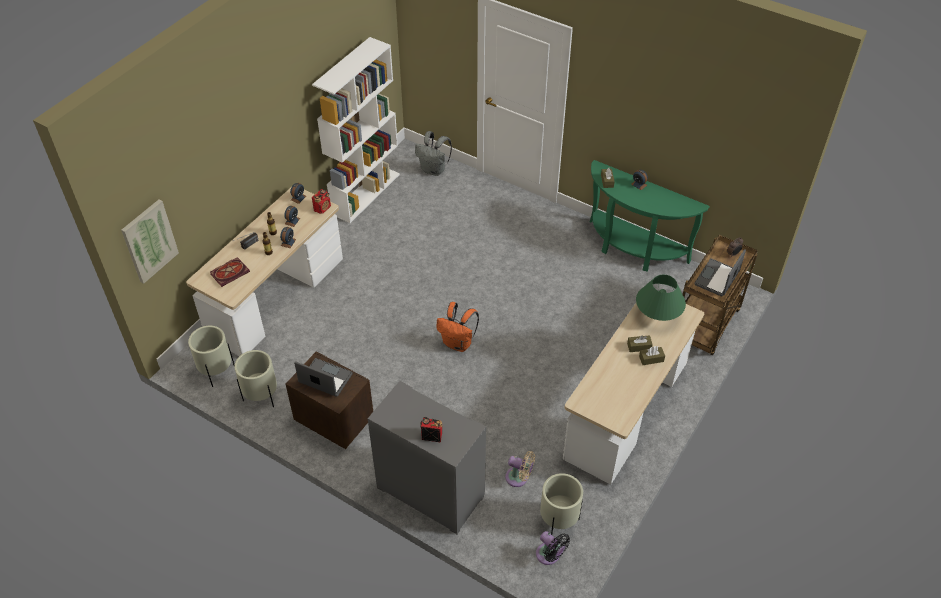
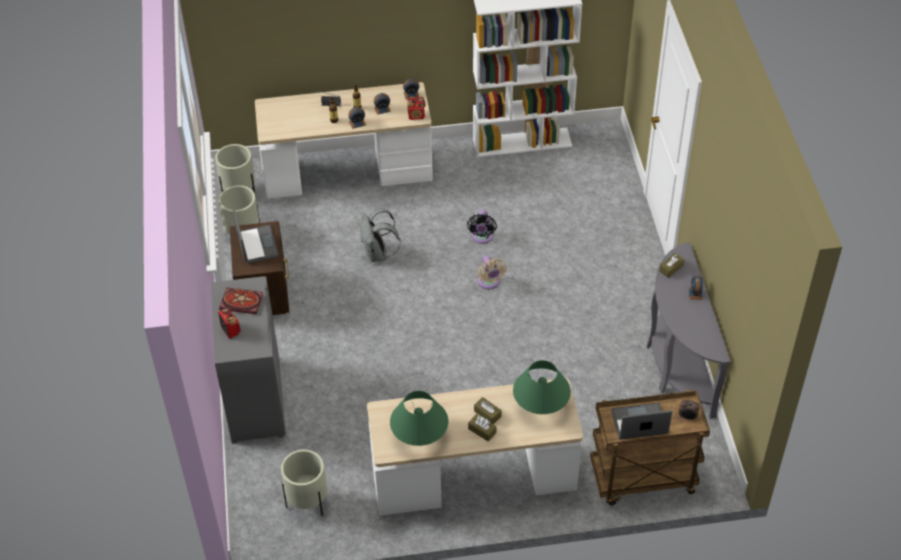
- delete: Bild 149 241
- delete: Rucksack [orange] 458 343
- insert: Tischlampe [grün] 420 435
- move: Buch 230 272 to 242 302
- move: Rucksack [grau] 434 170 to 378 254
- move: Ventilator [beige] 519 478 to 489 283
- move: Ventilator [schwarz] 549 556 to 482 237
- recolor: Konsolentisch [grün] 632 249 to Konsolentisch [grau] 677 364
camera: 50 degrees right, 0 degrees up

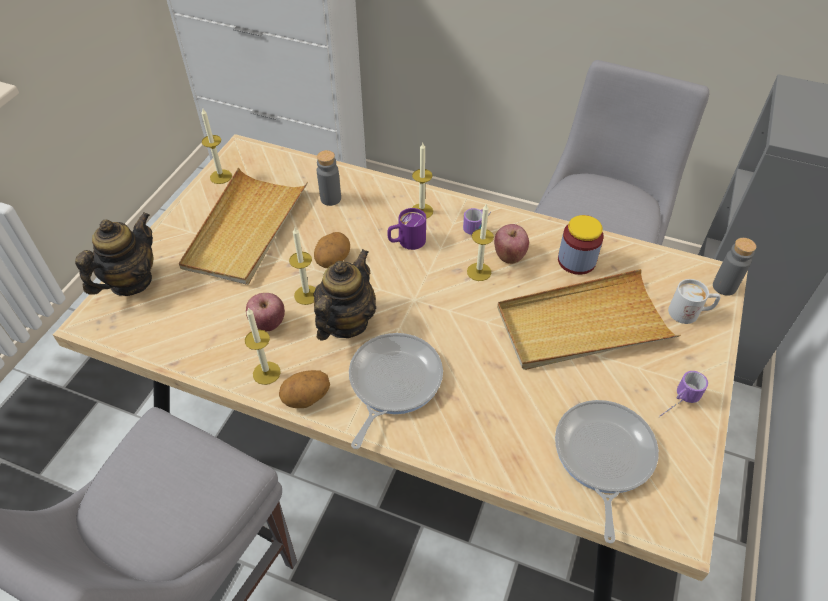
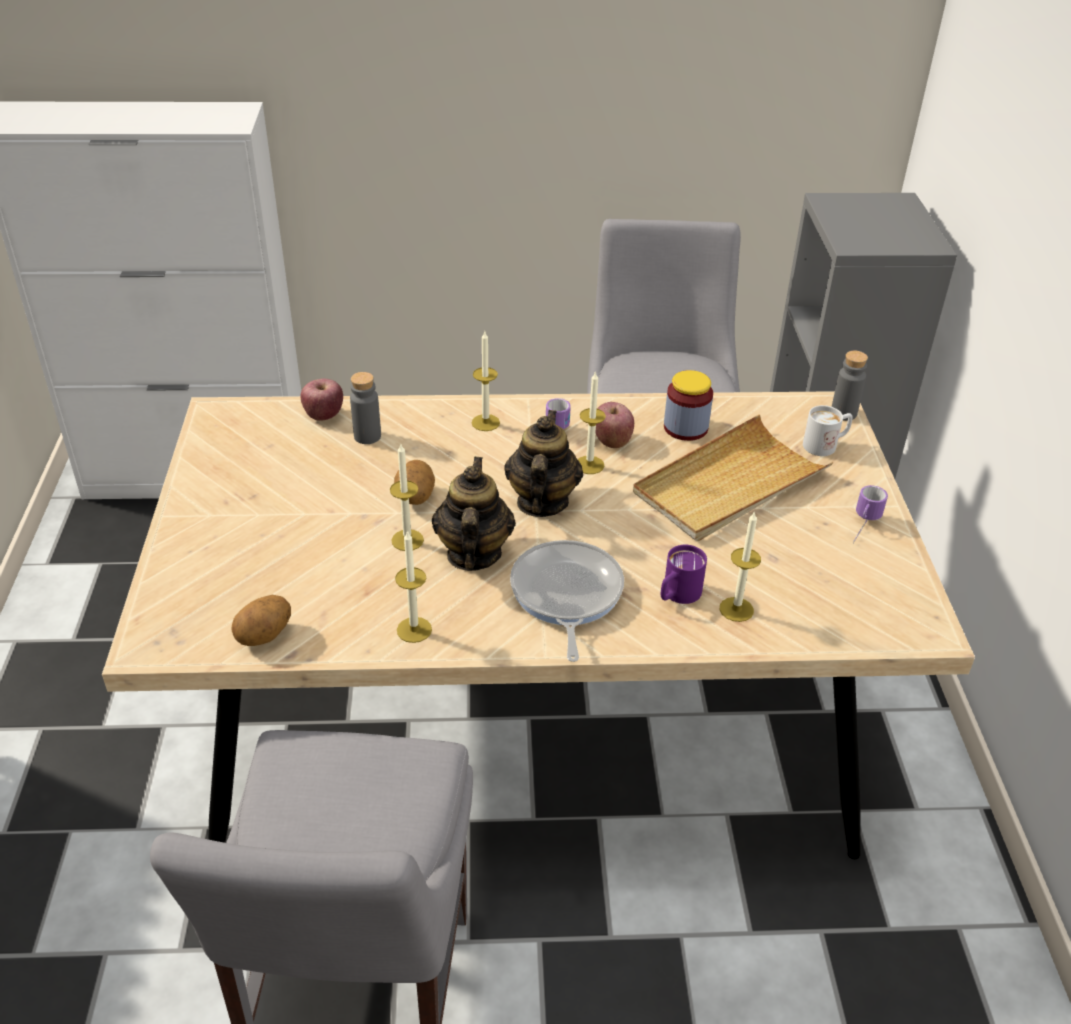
- delete: Tablett [beige] 245 229
- delete: Pfanne 602 457
- move: Teekanne 131 281 to 541 502
- move: Kerze 221 176 to 736 609
- move: Apfel 268 323 to 324 415
- move: Kartoffel 306 399 to 265 636
- move: Henkelbecher [lila] 406 242 to 677 595
camera: 25 degrees left, 10 degrees down

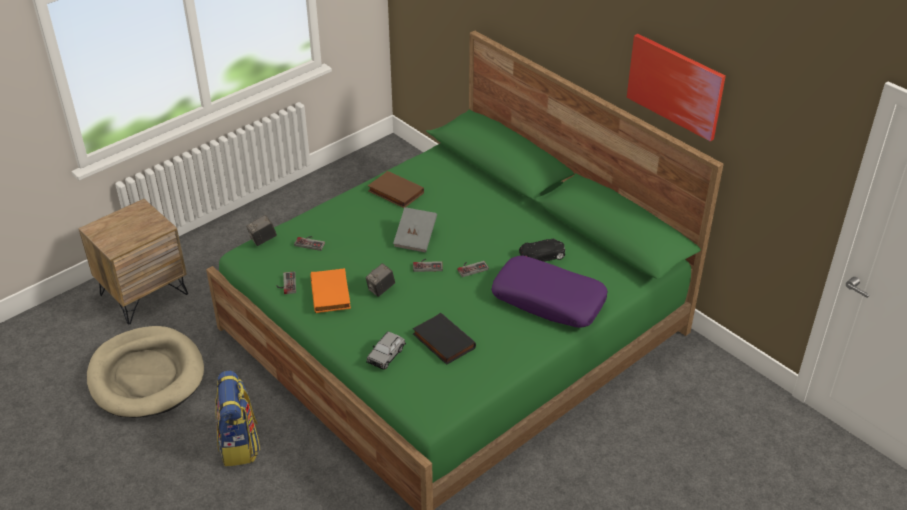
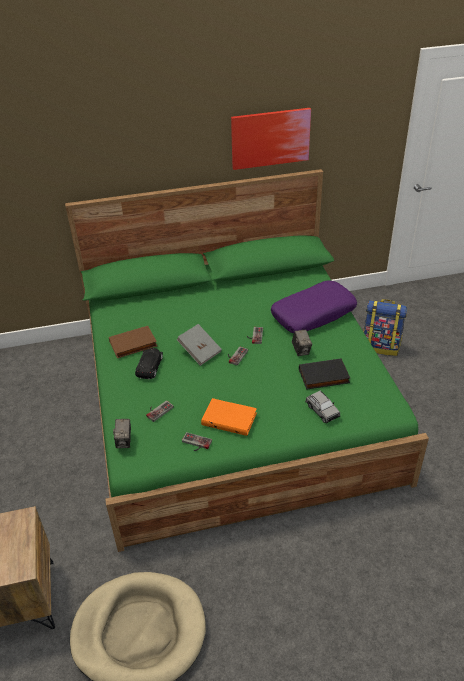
- move: Rucksack 239 444 to 381 346
- move: Kamera 381 289 to 301 350
- move: Spielzeugauto [schwarz] 542 256 to 150 366
camera: 60 degrees left, 0 degrees up

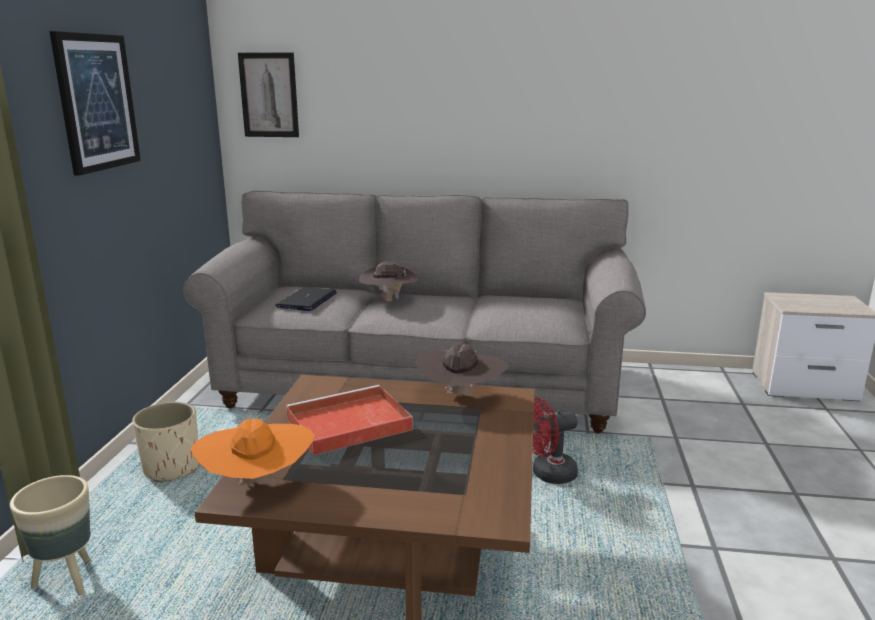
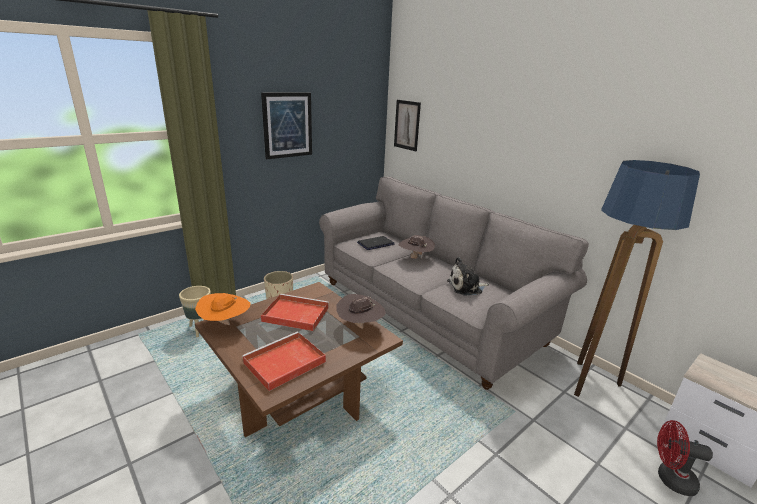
- insert: Tablett [rot] 283 363
- insert: Plüschtier 466 287
- insert: Stehlampe 589 383
- move: Ventilator [rot] 548 474 to 670 479
camera: 40 degrees right, 5 degrees up

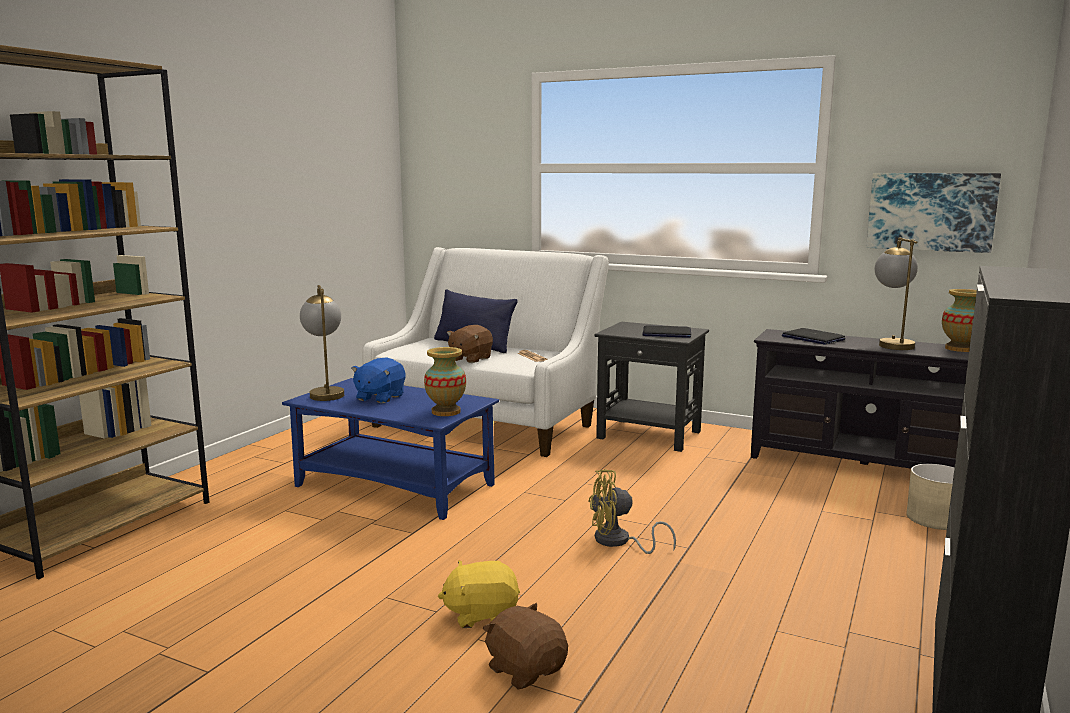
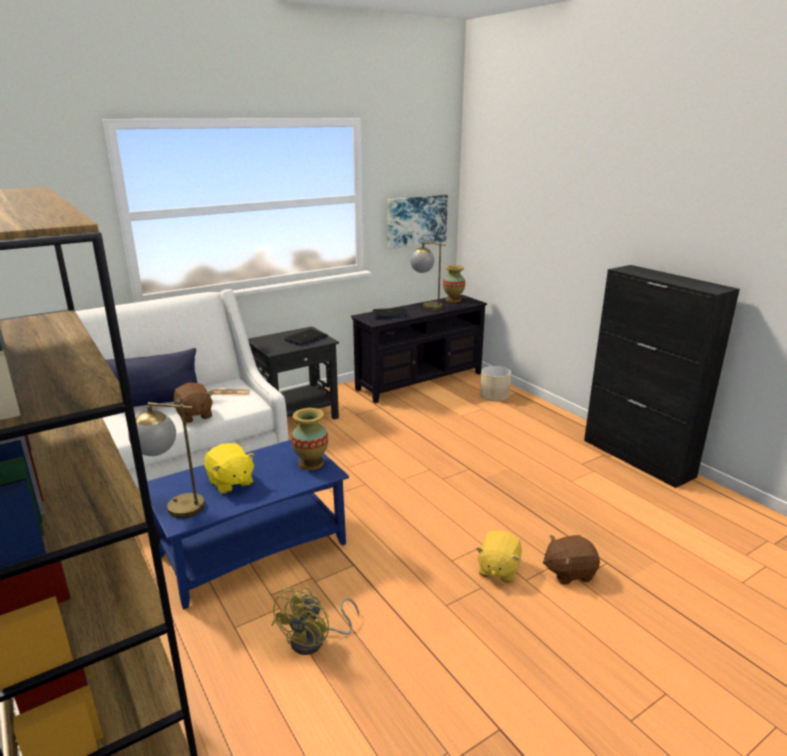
- move: Ventilator [gelb] 618 542 to 315 640
- recolor: Plüschtier [blau] 379 397 to Plüschtier [gelb] 230 482
camera: 60 degrees left, 10 degrees up

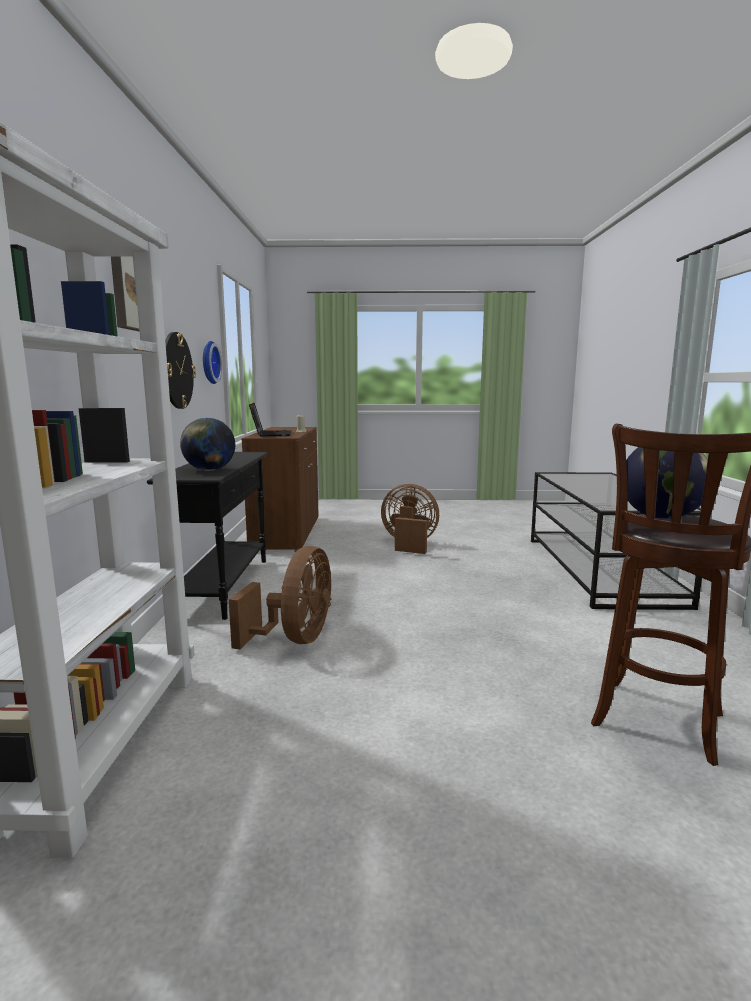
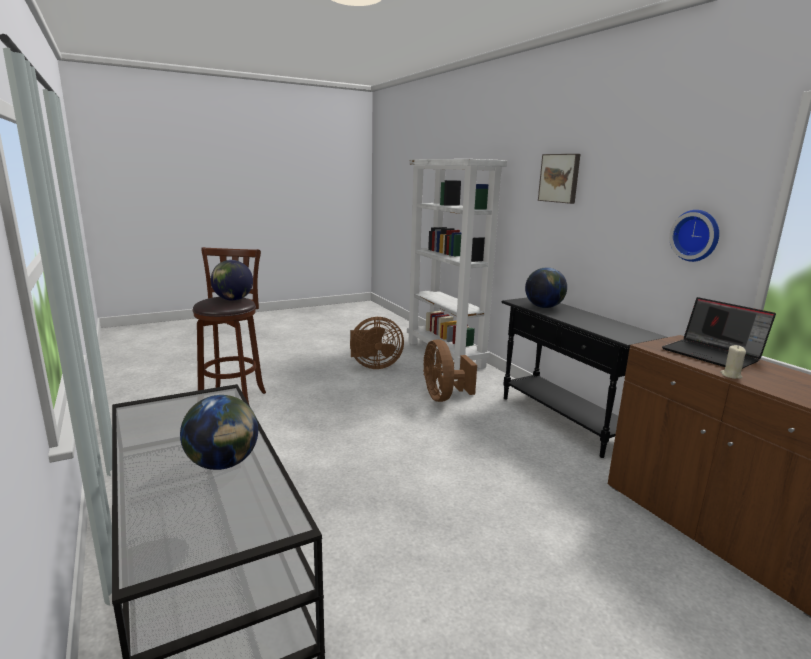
- delete: Wanduhr 176 371
- insert: Globus 223 464
- move: Ventilator [braun] 409 544 to 374 366
camera: 150 degrees right, 5 degrees up

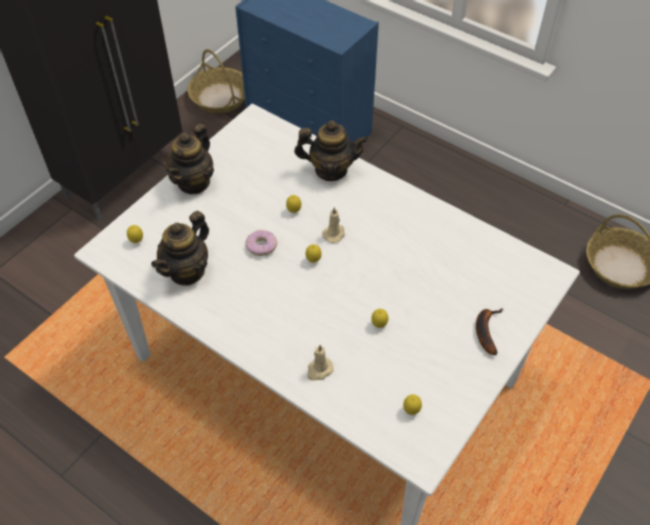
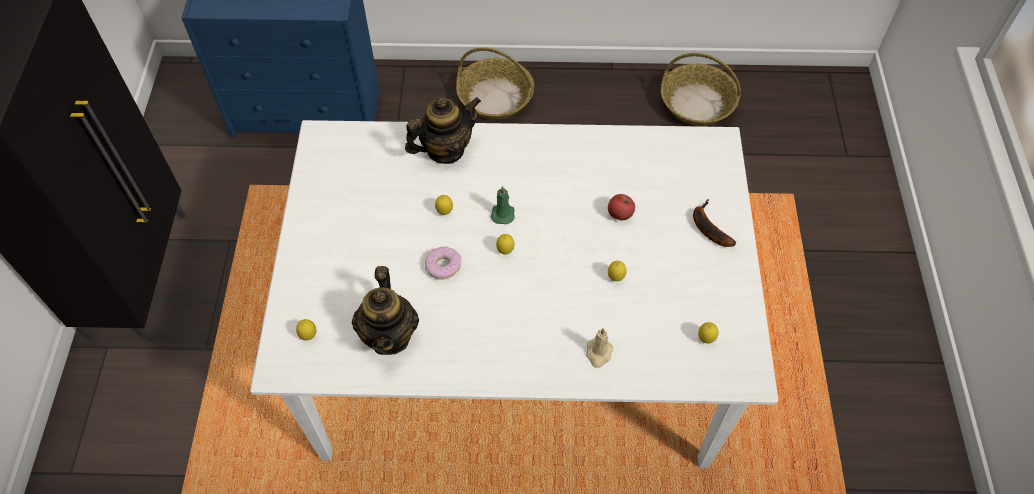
- delete: Teekanne 194 182
- insert: Apfel 620 214
- move: Korb 220 97 to 496 97
- recolor: Kerze [beige] 334 234 to Kerze [grün] 503 213
camera: 35 degrees left, 5 degrees up

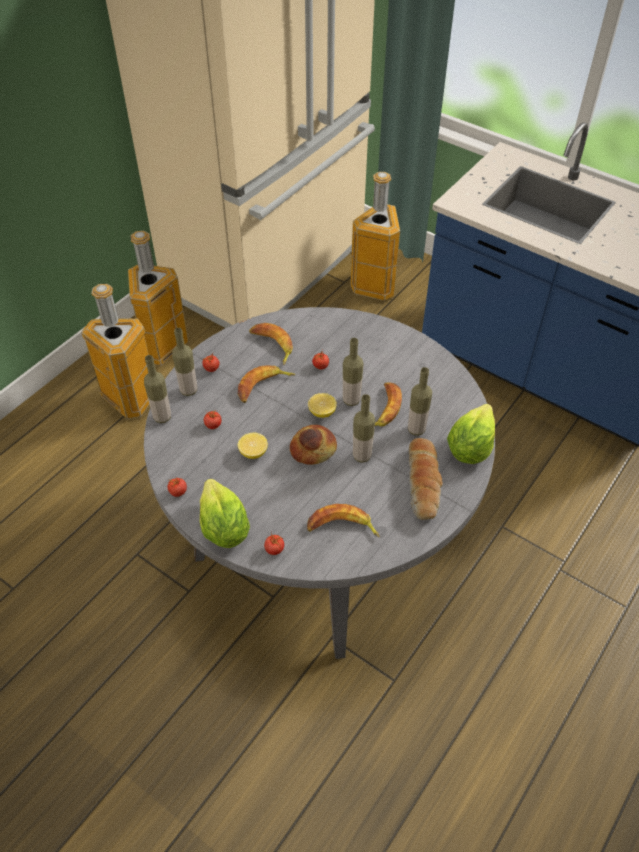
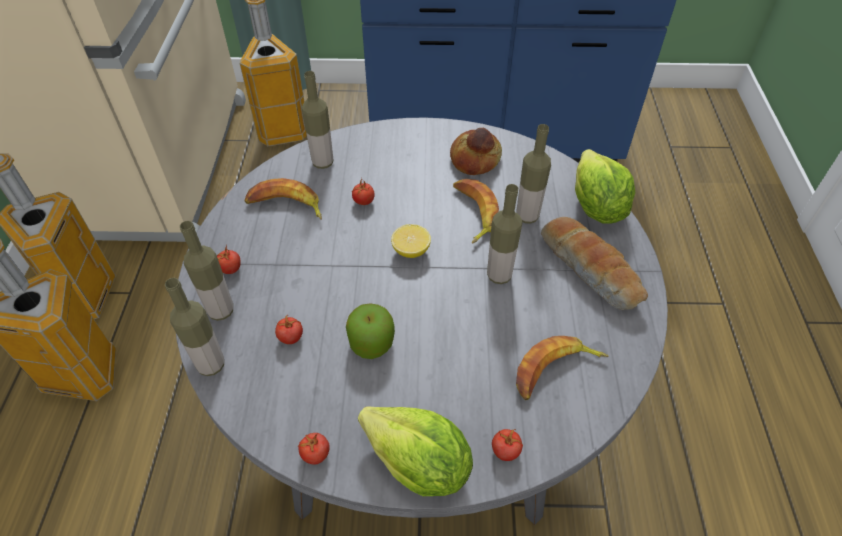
- delete: Banane 263 387
- move: Brot 313 450 to 475 159
- move: Flasche 351 400 to 323 163
- replace: Zitrone 253 452 to Apfel 371 343
camera: 35 degrees left, 0 degrees up

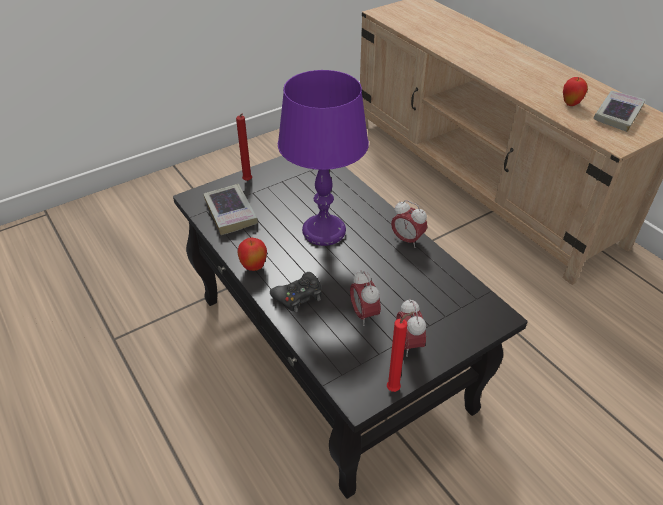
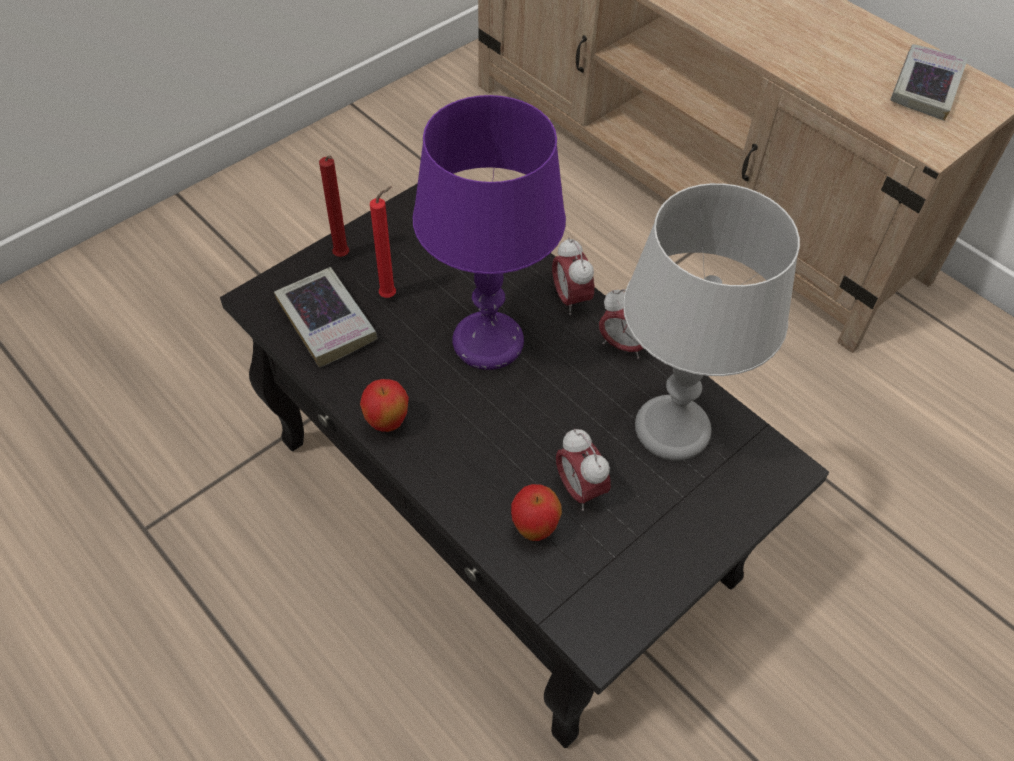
- delete: Gamepad [schwarz] 298 296
- insert: Tischlampe [grau] 671 429
- move: Kerze [rot] 395 388 to 390 295
- move: Wecker 408 344 to 570 299
- move: Apfel 570 104 to 534 528
camera: 10 degrees left, 10 degrees up

